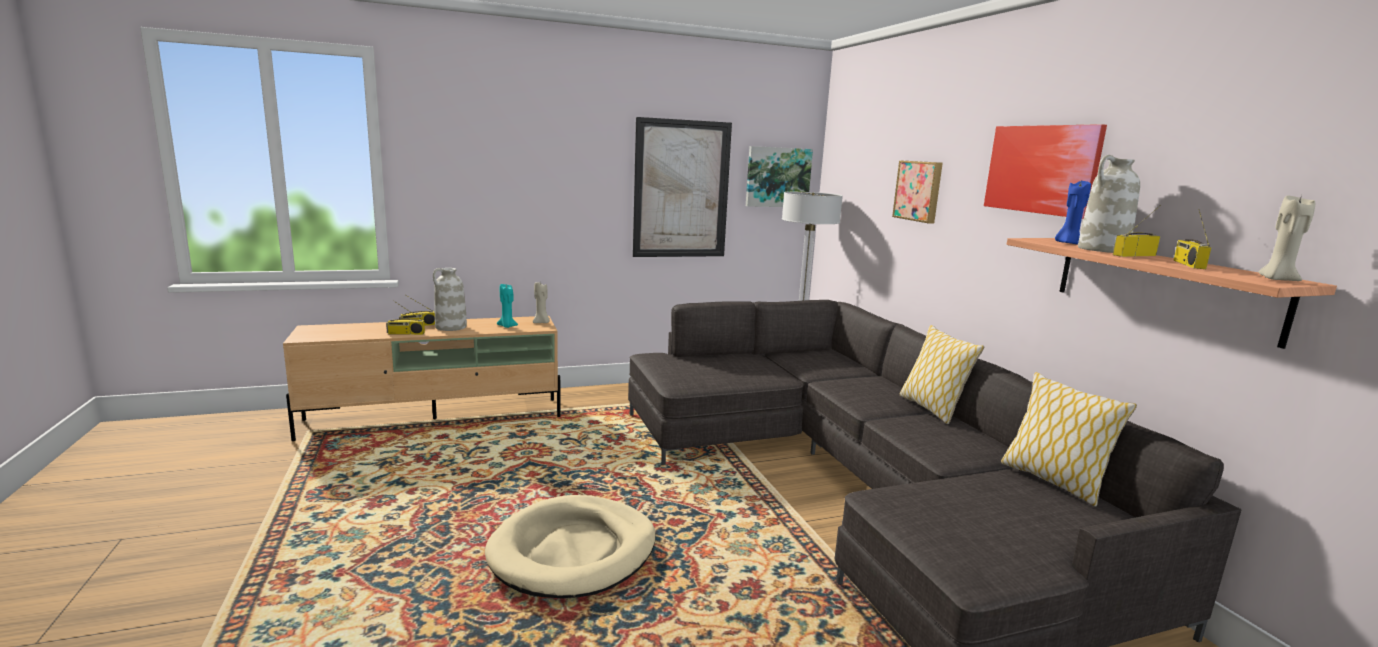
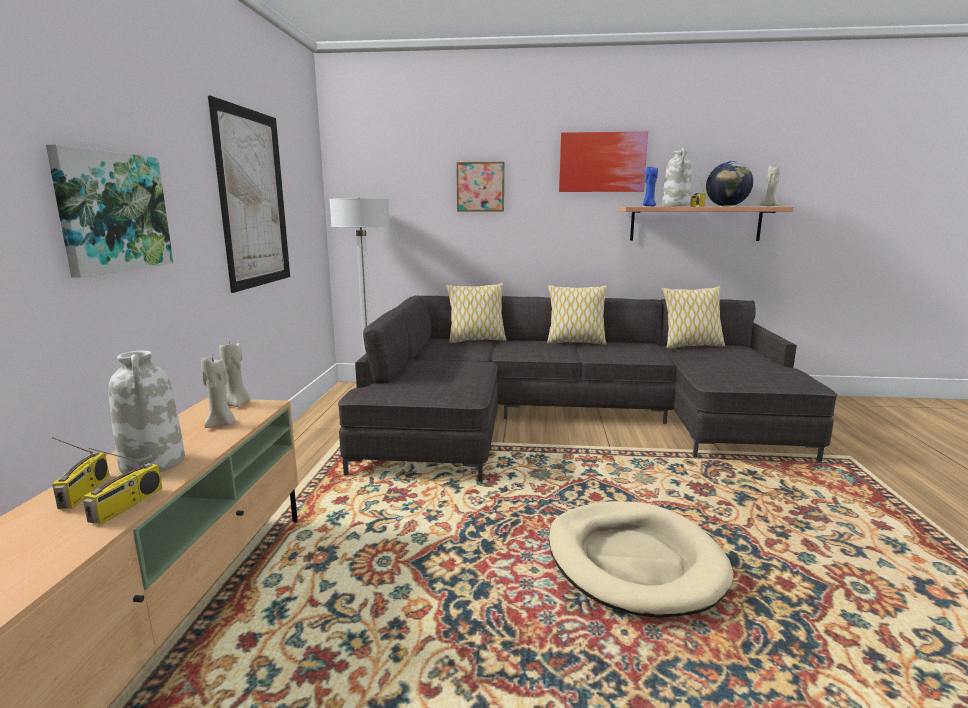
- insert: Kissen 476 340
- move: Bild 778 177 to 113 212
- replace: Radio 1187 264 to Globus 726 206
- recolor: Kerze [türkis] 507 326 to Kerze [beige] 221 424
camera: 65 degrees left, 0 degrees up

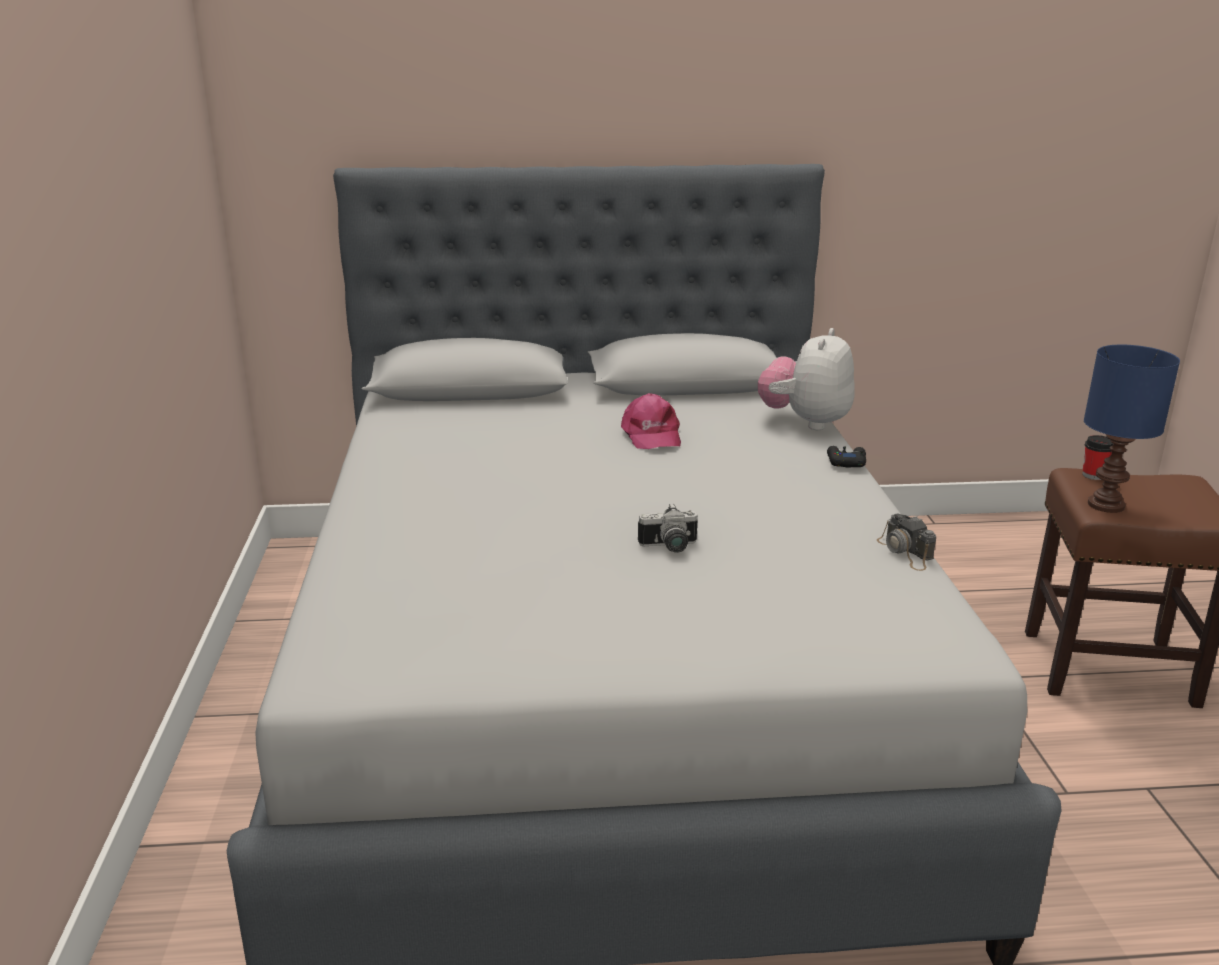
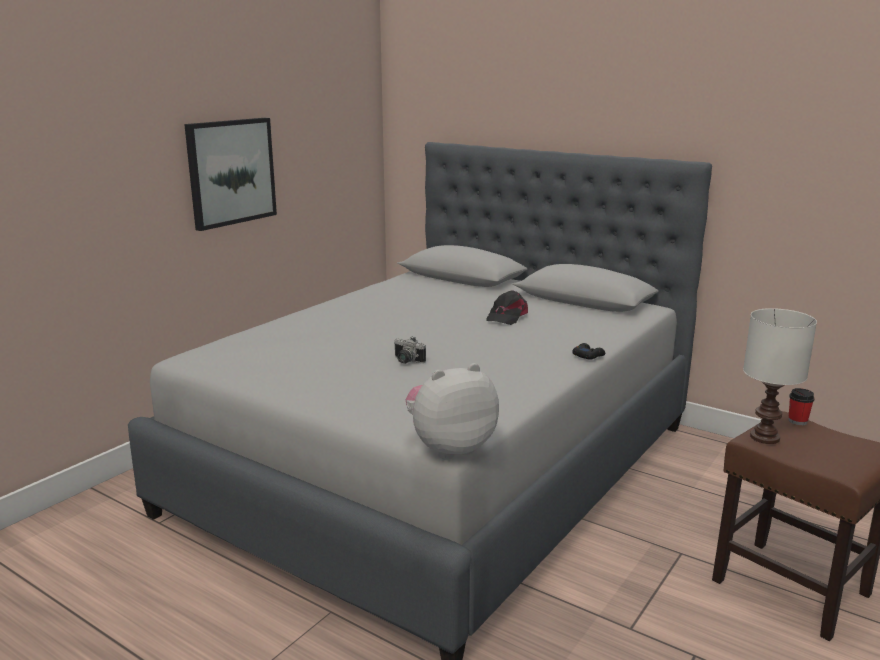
- delete: Kamera 906 552
- insert: Bild 231 172
- move: Plüschtier 805 422 to 449 448
- recolor: Kappe [rosa] 651 435 to Kappe [schwarz] 507 316
- recolor: Tischlampe [blau] 1106 506 to Tischlampe [weiß] 764 438
camera: 40 degrees right, 5 degrees down

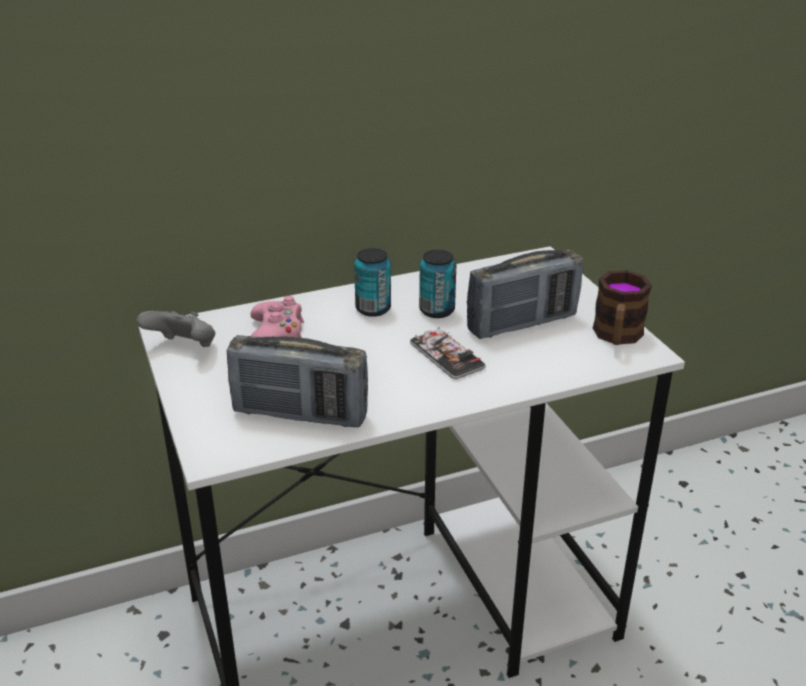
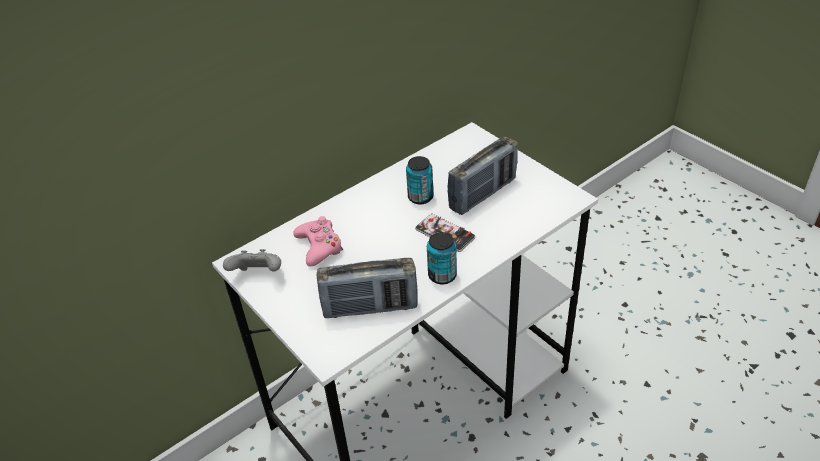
- delete: Henkelbecher 617 337
- move: Dose 373 309 to 442 275
camera: 15 degrees left, 10 degrees up

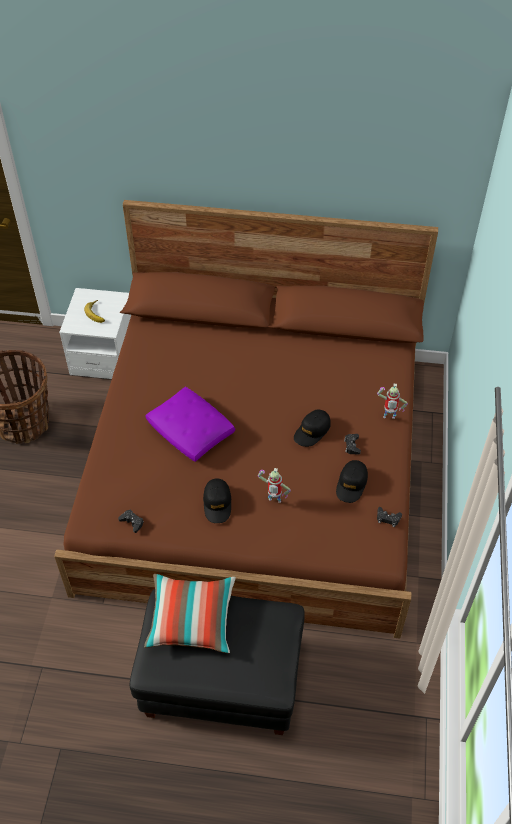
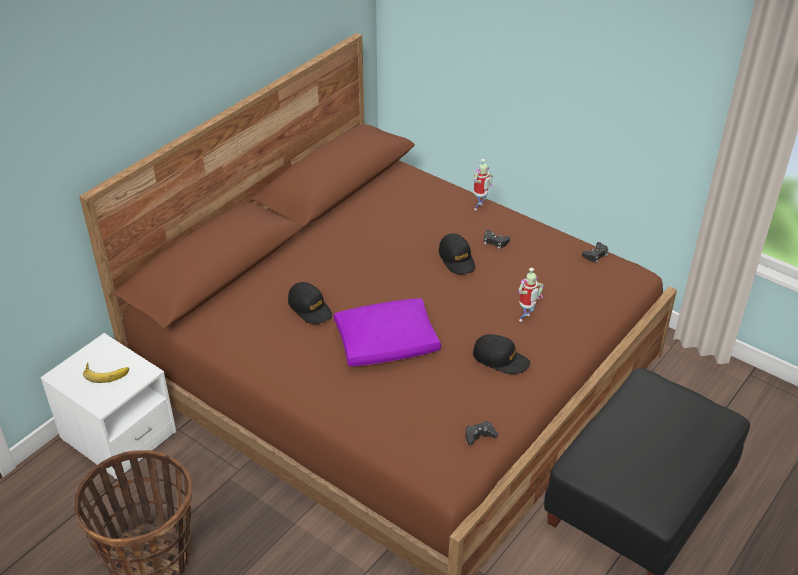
- delete: Kissen 191 619
- move: Kappe [schwarz] 351 484 to 310 308
camera: 60 degrees left, 10 degrees down

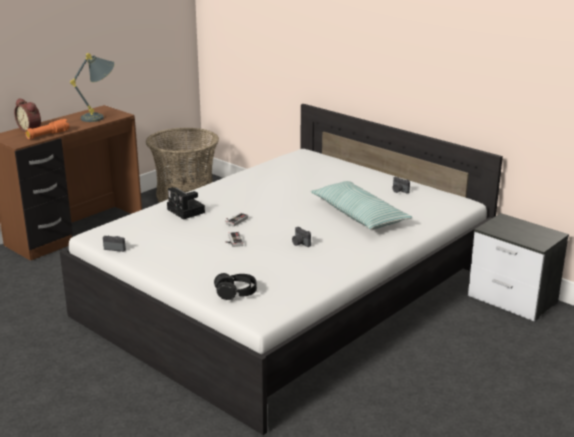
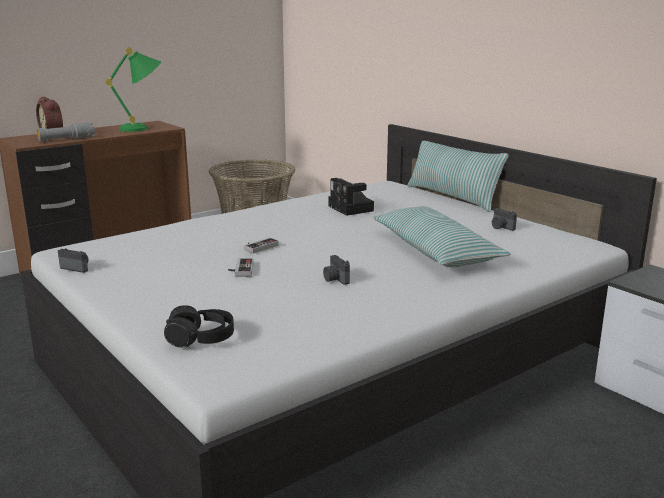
- insert: Kissen 452 197
- move: Kamera 187 211 to 352 209
- recolor: Taschenlampe [orange] 48 135 to Taschenlampe [grau] 67 139
- recolor: Tischlampe [grau] 100 117 to Tischlampe [grün] 143 128
camera: 10 degrees right, 5 degrees down

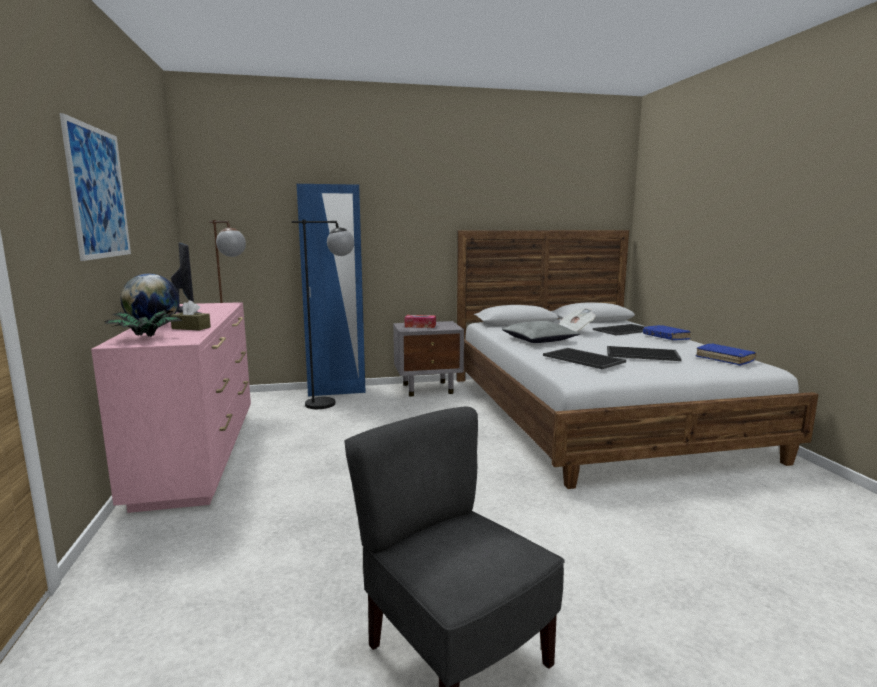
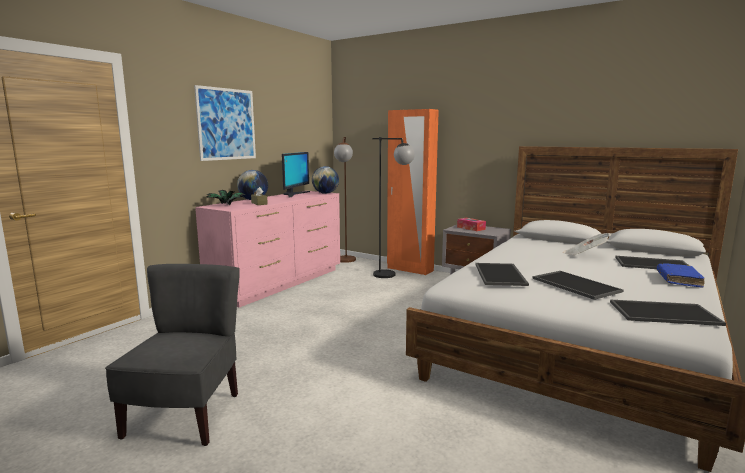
- delete: Kissen [grau] 539 340
- insert: Globus 325 193
- replace: Buch [blau] 724 359 to Tablett 664 312
- recolor: Kleiderschrank [blau] 336 391 to Kleiderschrank [orange] 410 269
camera: 45 degrees right, 0 degrees up

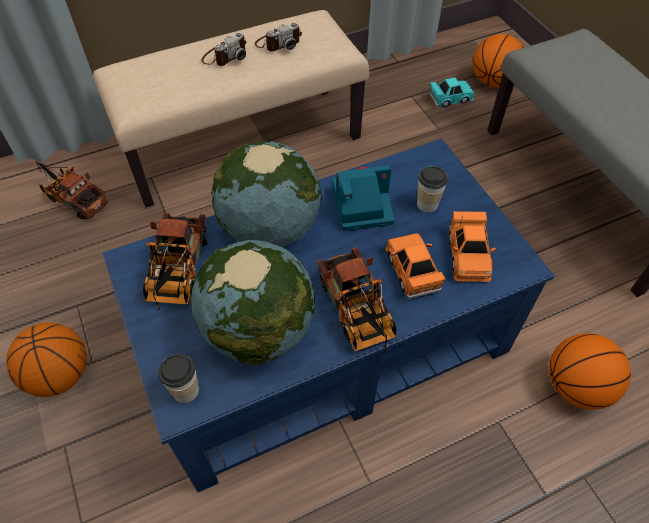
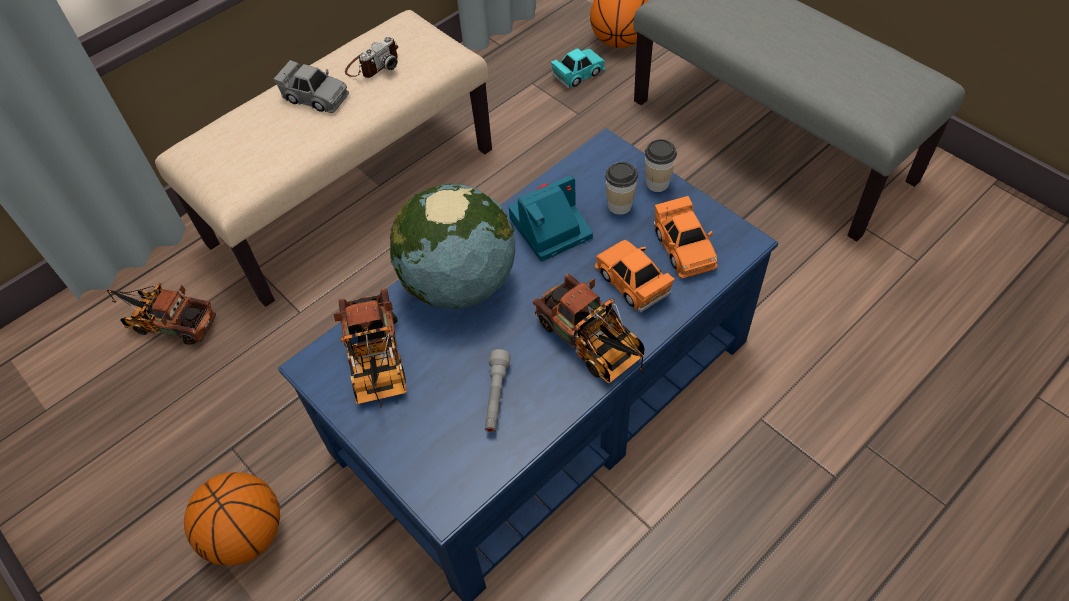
- delete: Basketball 576 386
- move: Tasse 186 391 to 657 183
- replace: Globus 259 331 to Taschenlampe [grau] 496 396
- replace: Kamera 225 56 to Spielzeugauto [grau] 315 97
camera: 15 degrees left, 0 degrees up

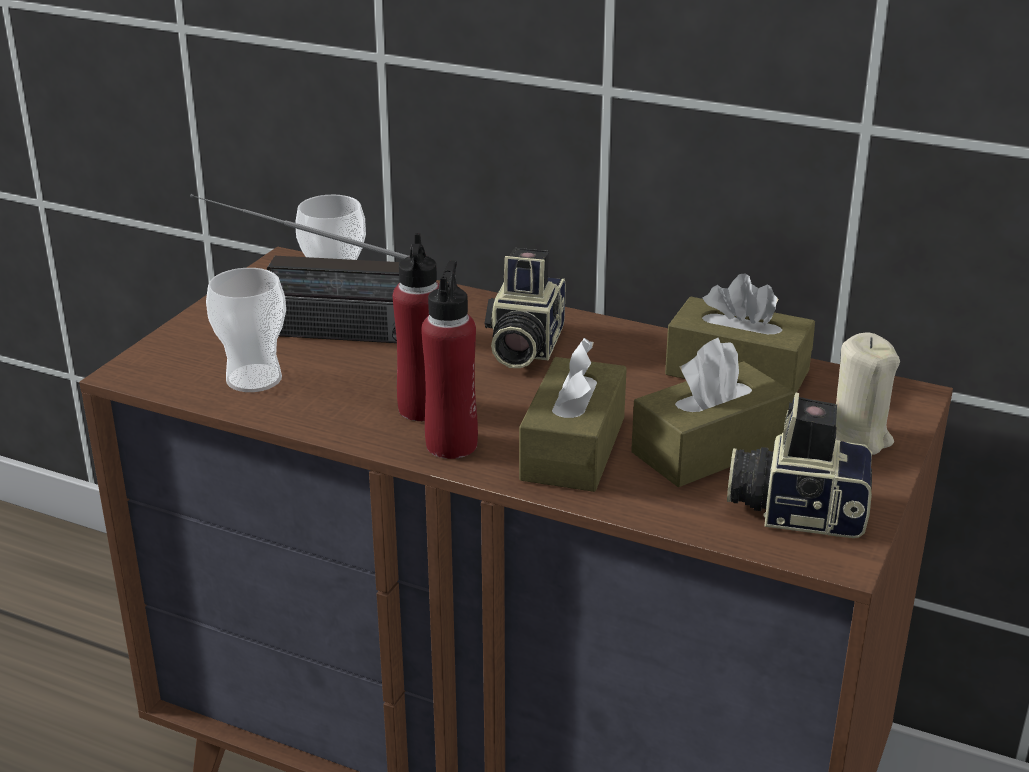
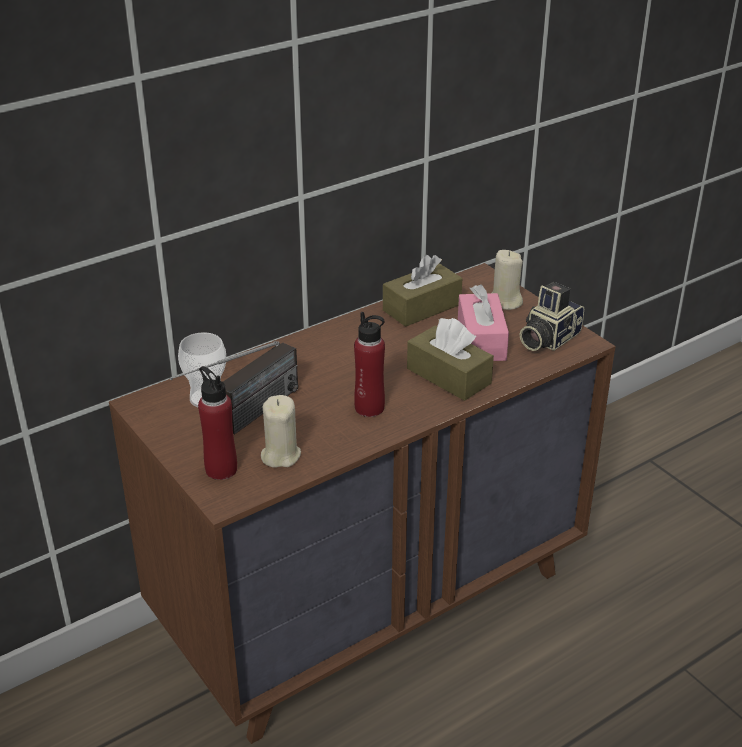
- delete: Kamera 522 346
- move: Flasche [rot] 451 444 to 221 469
- replace: Tasse 254 379 to Kerze [beige] 280 455
- recolor: Taschentuchbox [braun] 709 449 to Taschentuchbox [rosa] 481 340
camera: 60 degrees left, 5 degrees up

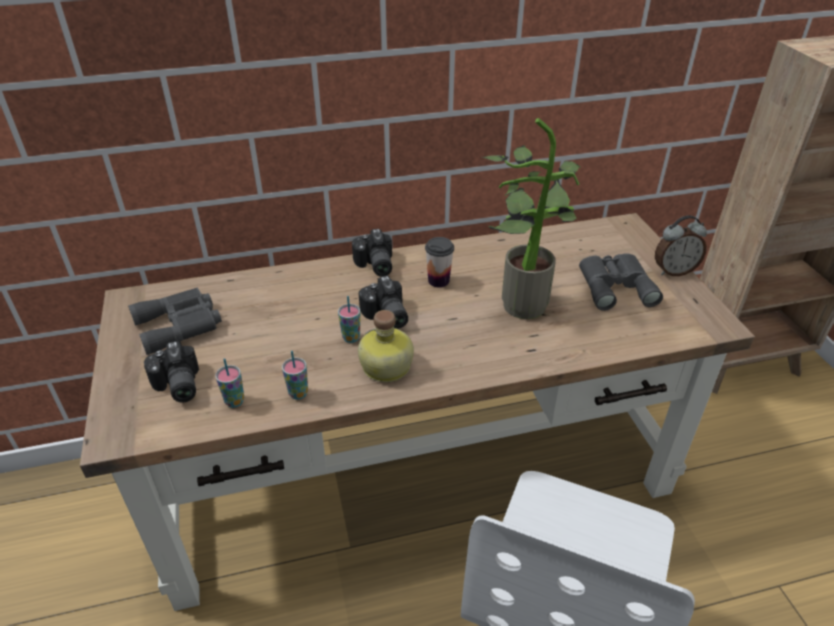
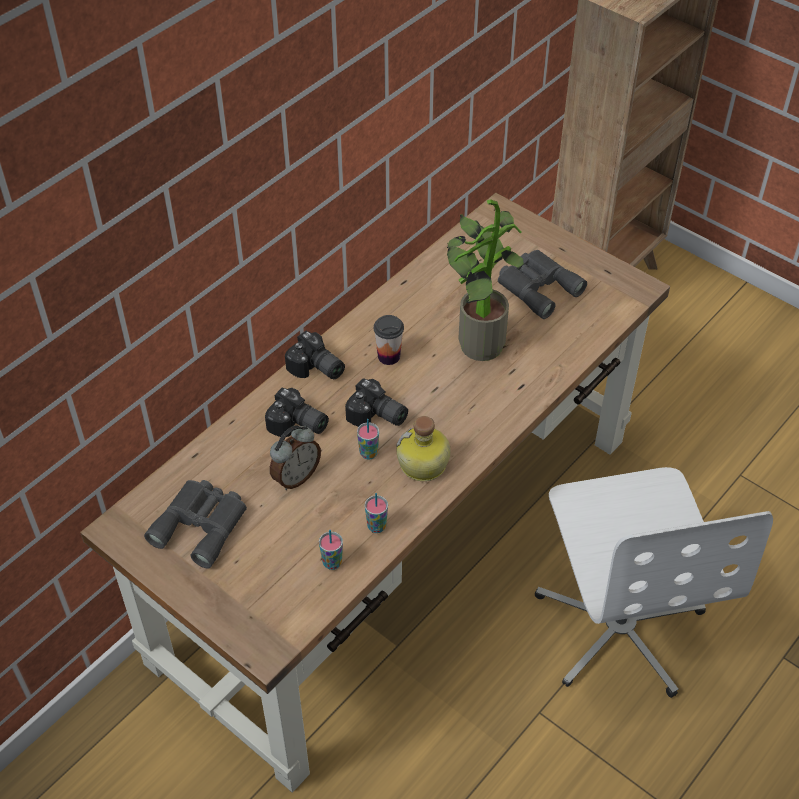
- move: Kamera 176 386 to 298 426
- move: Wecker 673 271 to 295 477
camera: 35 degrees left, 10 degrees up

